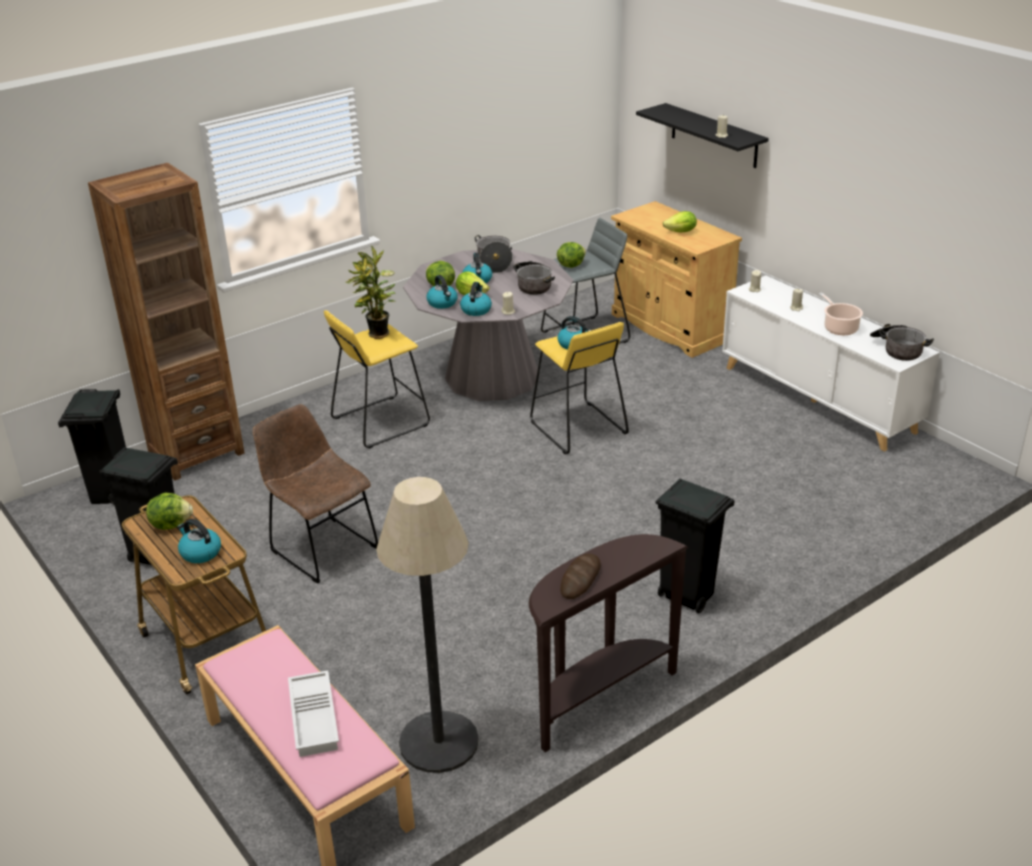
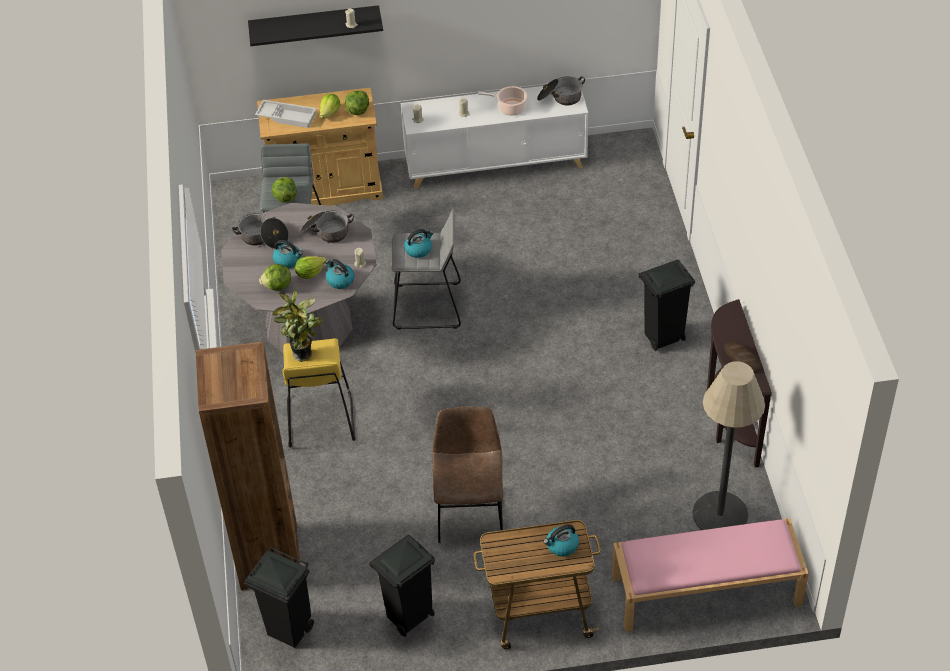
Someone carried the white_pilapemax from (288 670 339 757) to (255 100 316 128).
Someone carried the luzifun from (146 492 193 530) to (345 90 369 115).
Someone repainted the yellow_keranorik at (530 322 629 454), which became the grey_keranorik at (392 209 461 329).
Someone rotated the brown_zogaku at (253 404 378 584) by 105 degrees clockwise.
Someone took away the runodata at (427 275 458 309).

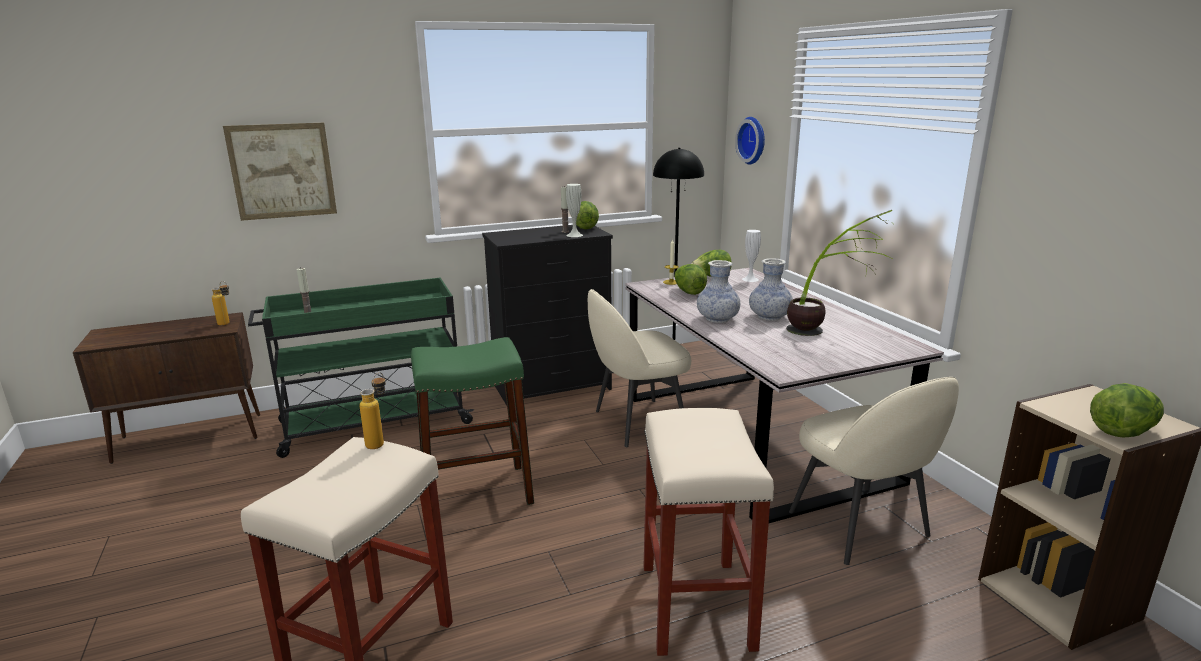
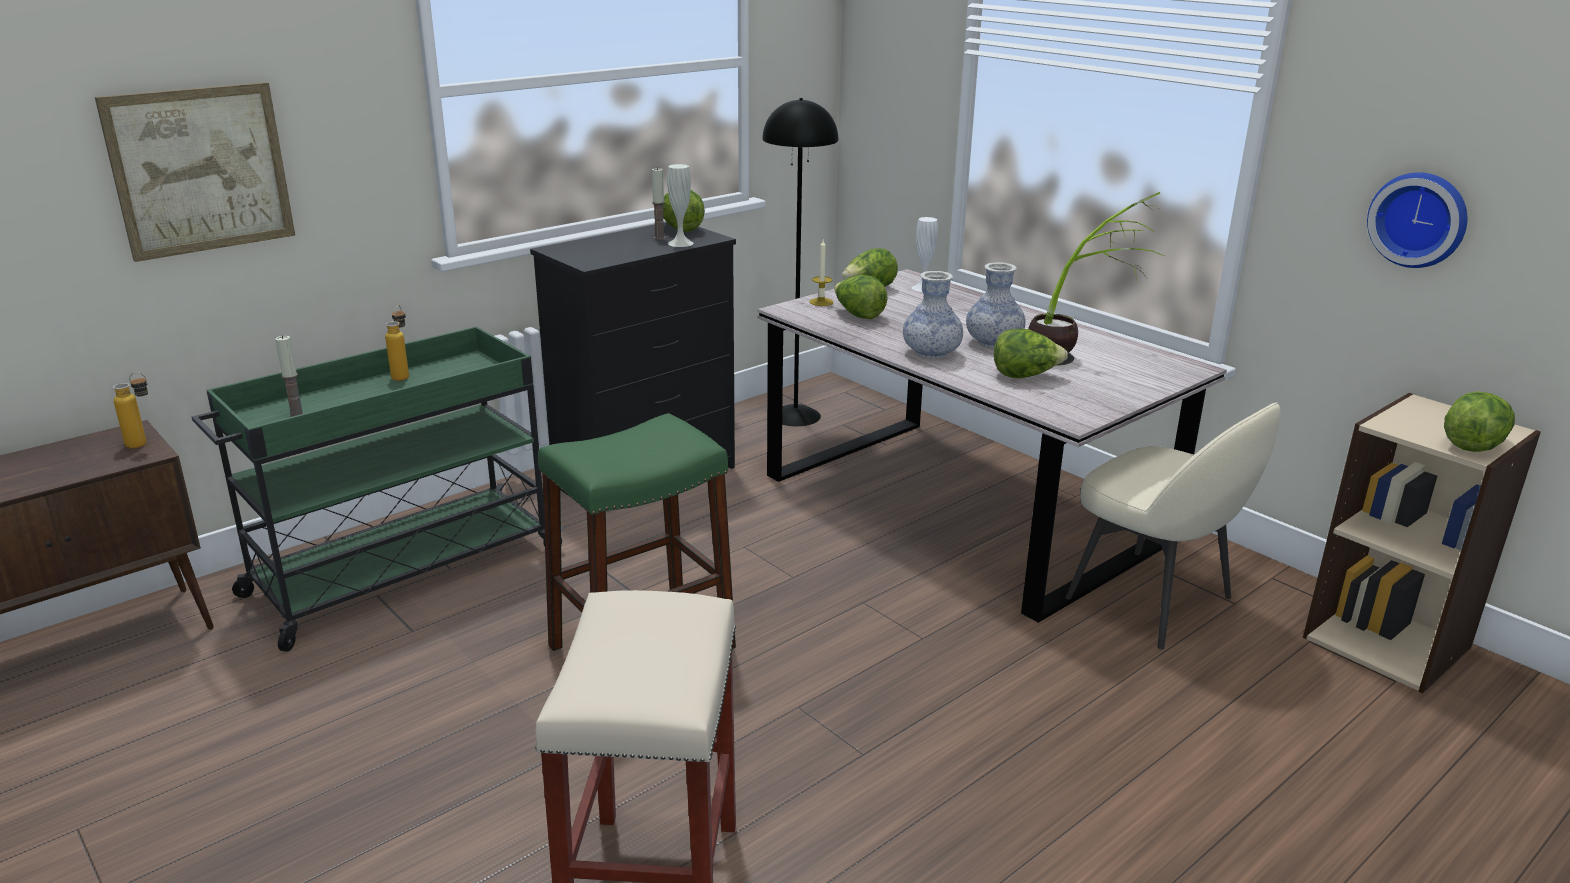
Someone carried the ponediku from (360 372 386 449) to (385 305 409 381).
Someone put down the luzifun at (994 328 1068 379).
Someone carried the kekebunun from (735 117 765 165) to (1367 172 1467 268).
Someone took away the beige_zogaku at (588 289 691 447).
Someone took away the beige_keranorik at (644 408 774 656).

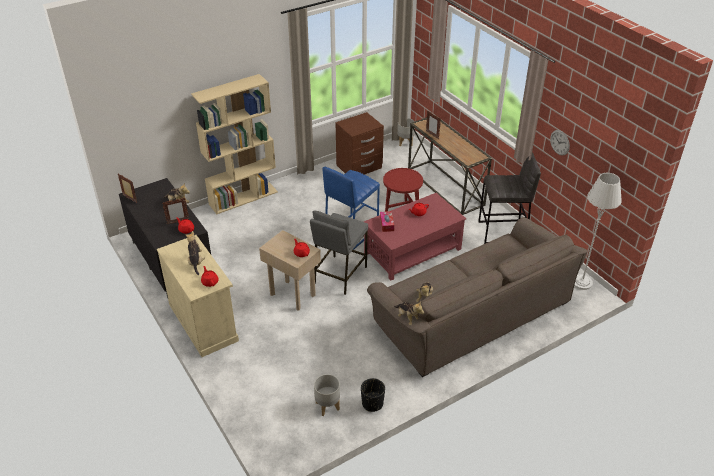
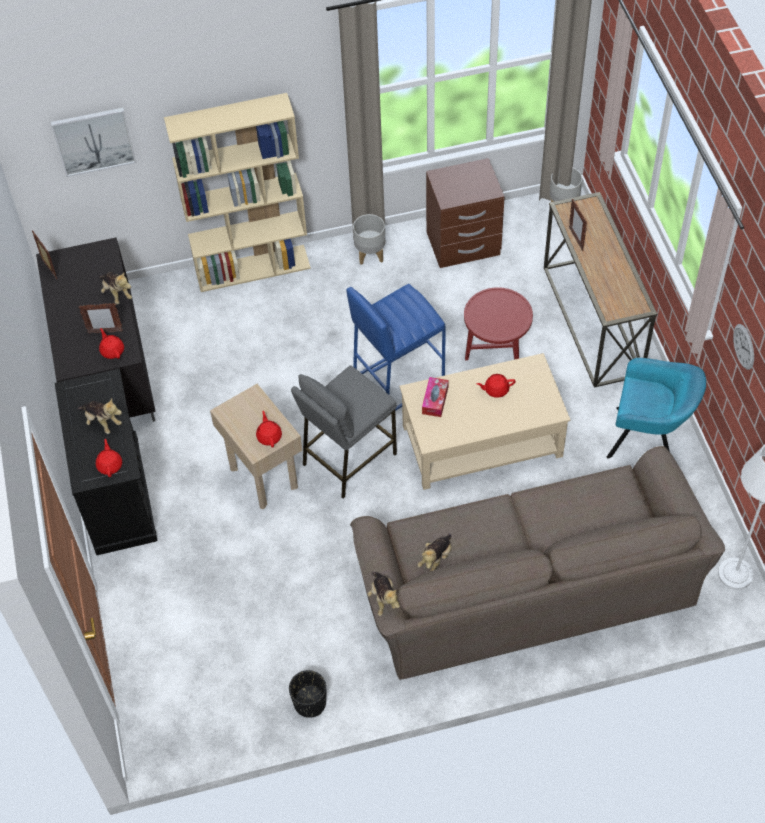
Someone put up the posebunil at (51 108 136 177).
Someone repainted the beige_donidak at (157 235 239 357), which became the black_donidak at (55 369 158 555).
Someone rotated the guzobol at (186 231 205 275) by 120 degrees clockwise.
Someone carried the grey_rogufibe from (314 374 340 416) to (353 214 385 265).
Someone repainted the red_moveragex at (364 193 466 281), which became the beige_moveragex at (400 353 570 490).
Someone swapped the grey_keranorik at (478 152 541 244) for the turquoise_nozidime at (607 358 706 459).

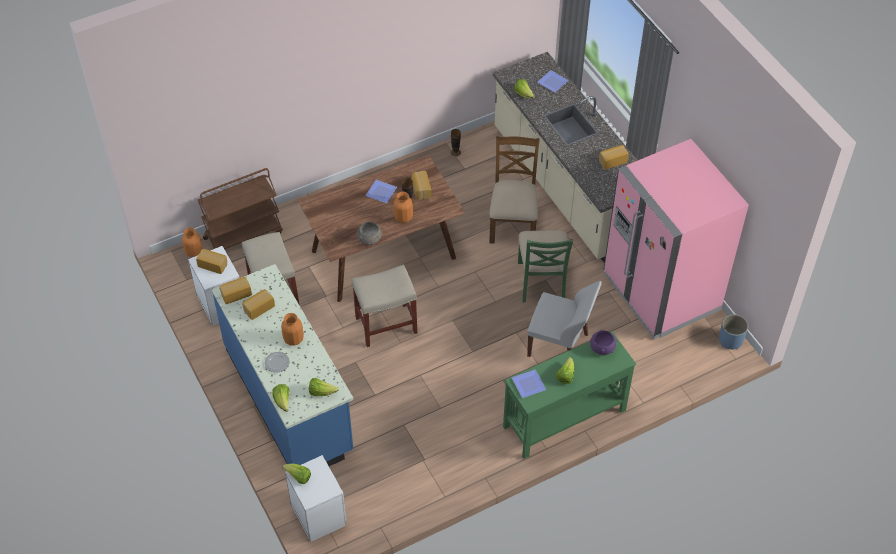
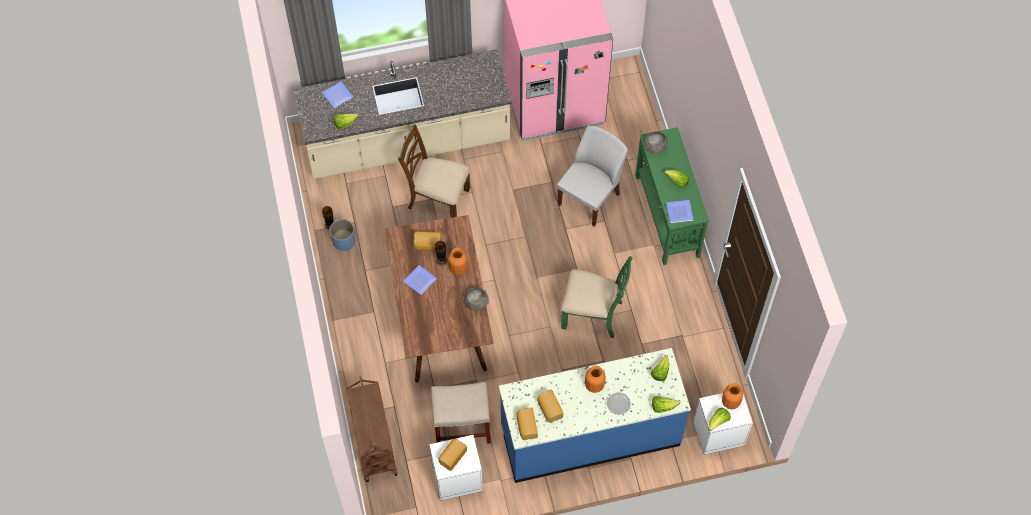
Someone carried the blue_rogufibe from (719 314 748 349) to (330 219 355 251).
Someone carried the green_zogaku from (518 230 573 302) to (561 256 633 338).
Someone repainted the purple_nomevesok at (590 330 617 355), which became the grey_nomevesok at (645 131 668 154).
Someone carried the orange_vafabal from (182 228 202 257) to (722 383 743 409).
Someone took away the beige_keranorik at (351 265 417 347).
Someone took away the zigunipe at (599 145 629 170).

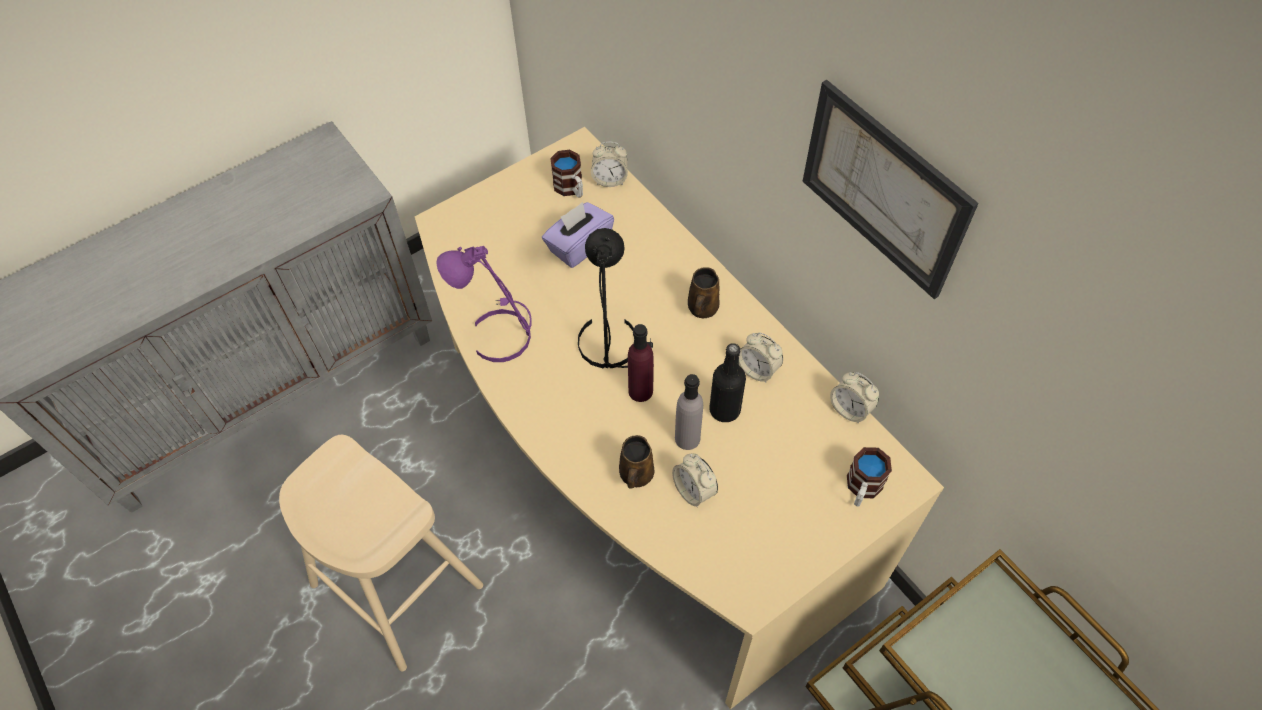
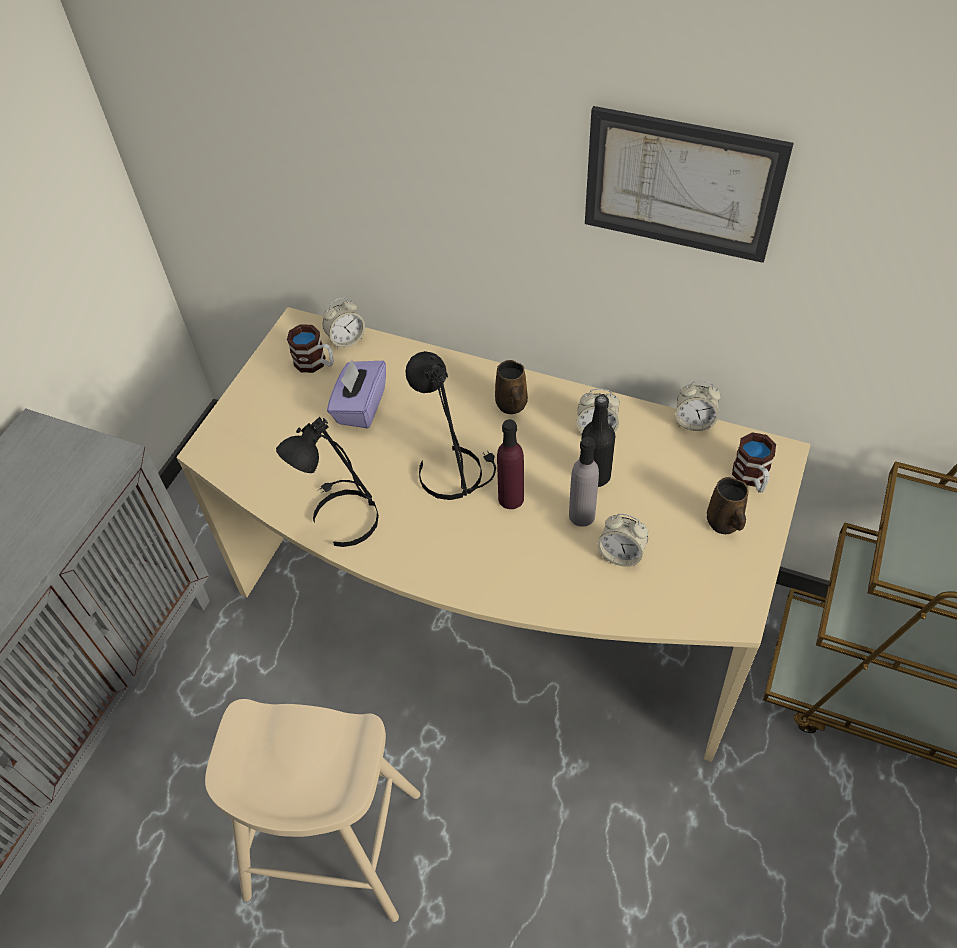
Someone repainted the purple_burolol at (436 246 531 362), which became the black_burolol at (276 417 379 547).
Someone carried the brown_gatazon from (619 435 654 488) to (707 477 749 534).

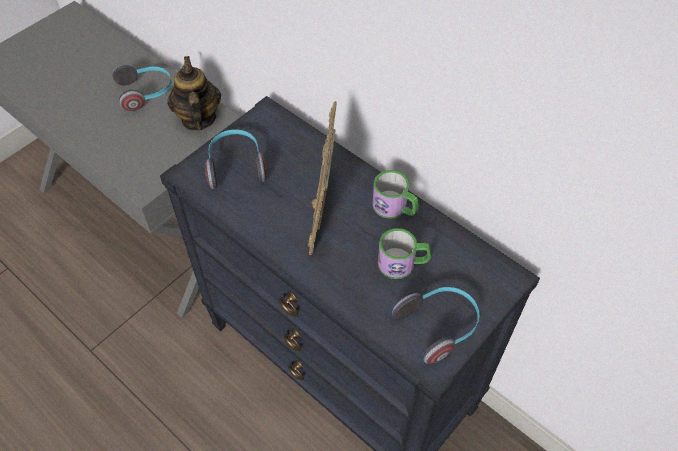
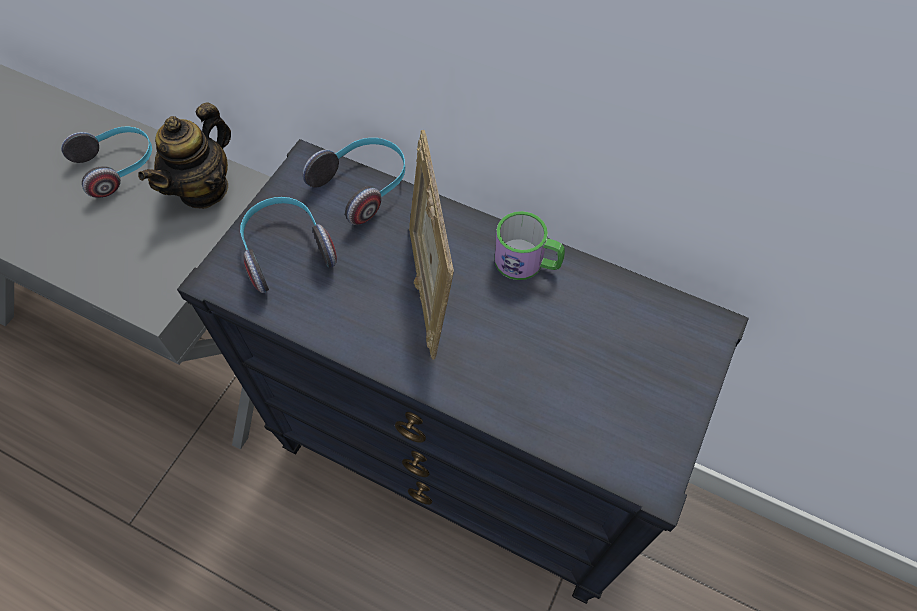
Someone rotated the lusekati at (167 56 221 131) by 120 degrees counterclockwise.
Someone carried the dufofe from (392 287 479 364) to (303 138 405 225).
Someone took away the gatazon at (378 228 431 279).

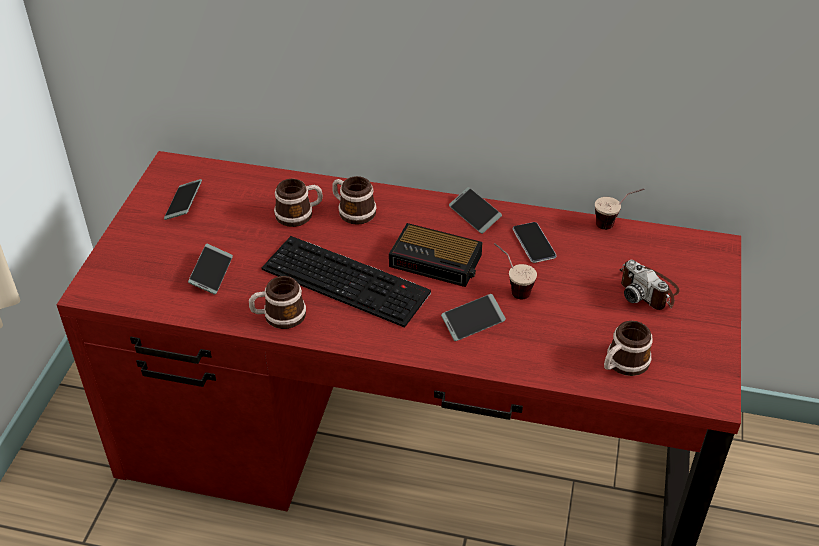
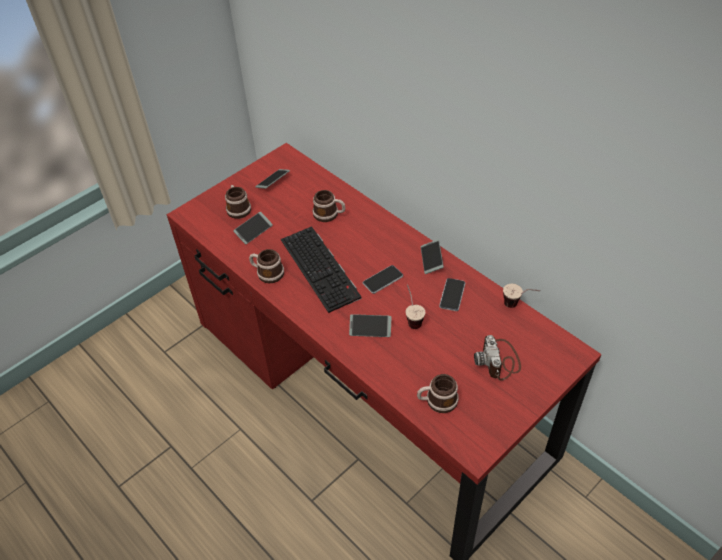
Someone carried the gatazon from (332 176 377 225) to (225 185 251 219).
Someone swapped the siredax at (389 223 483 287) for the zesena at (363 265 403 294).

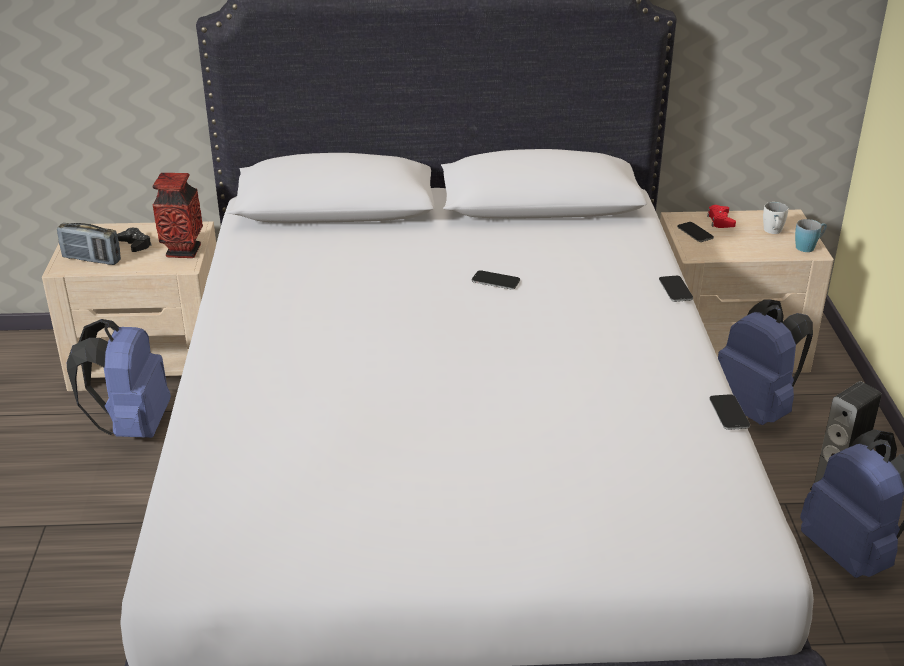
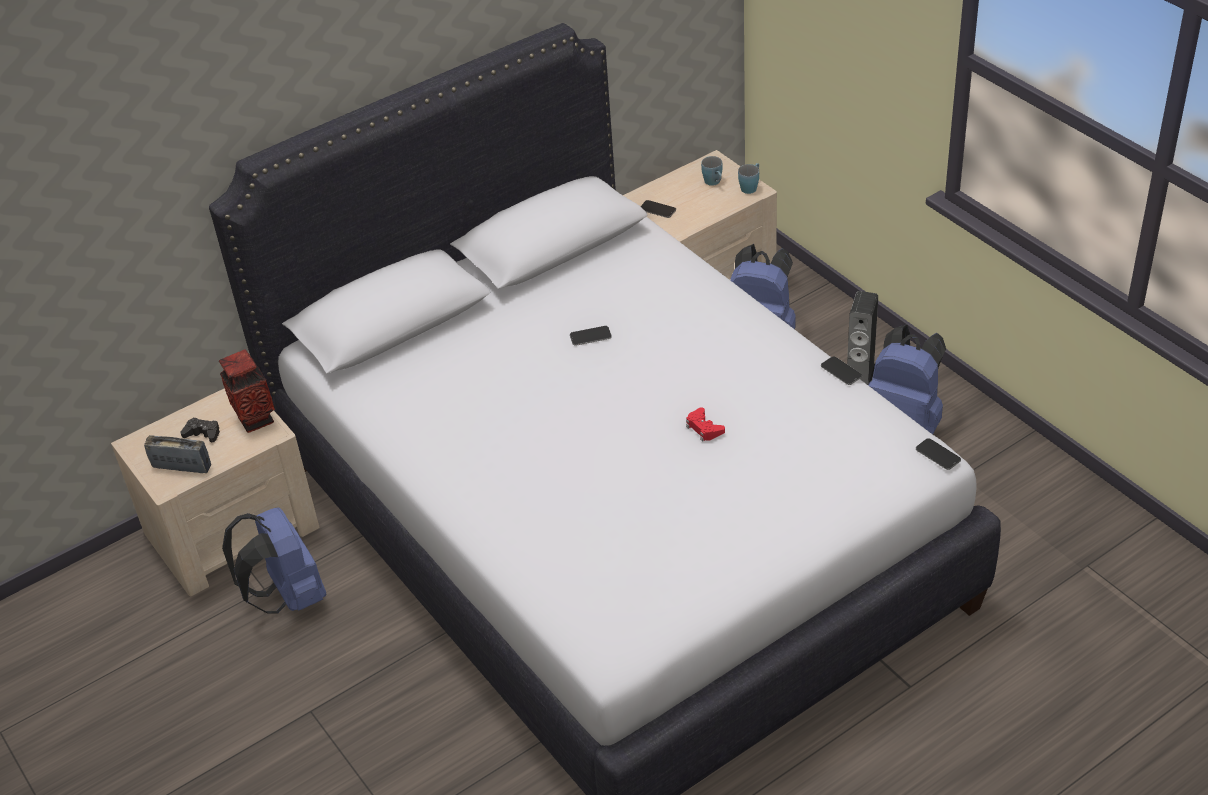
Someone rotated the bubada at (57 223 121 265) by 150 degrees counterclockwise.
Someone carried the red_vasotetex from (707 205 736 228) to (686 407 725 442).
Someone repainted the white_gatazon at (763 202 788 234), which became the blue_gatazon at (701 156 722 186).
Someone carried the zesena from (659 276 693 302) to (916 438 961 470).

